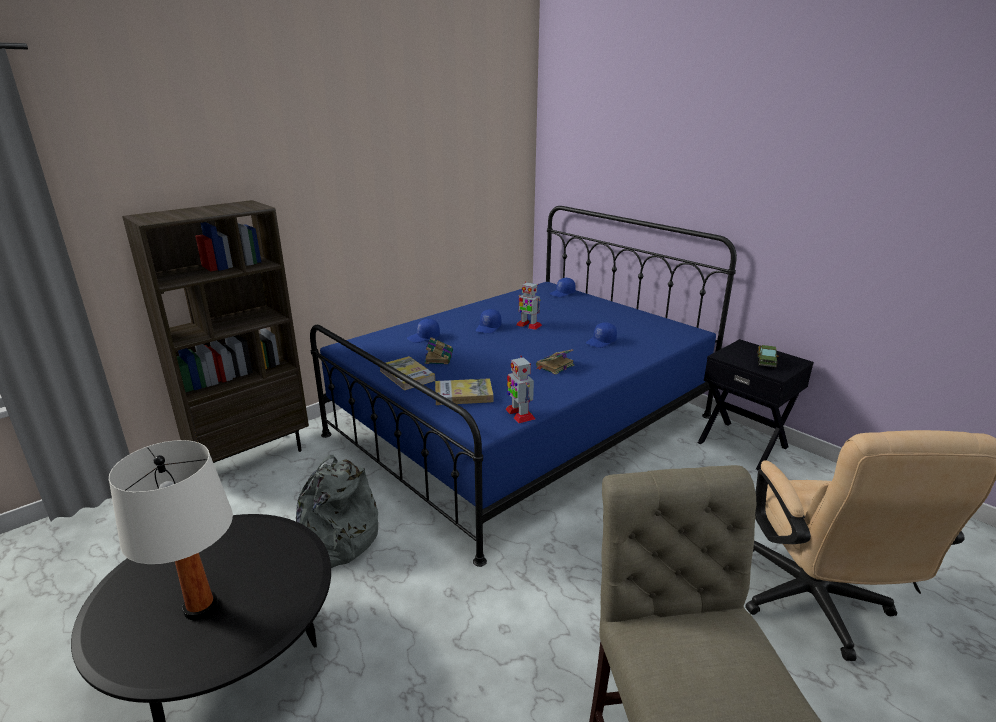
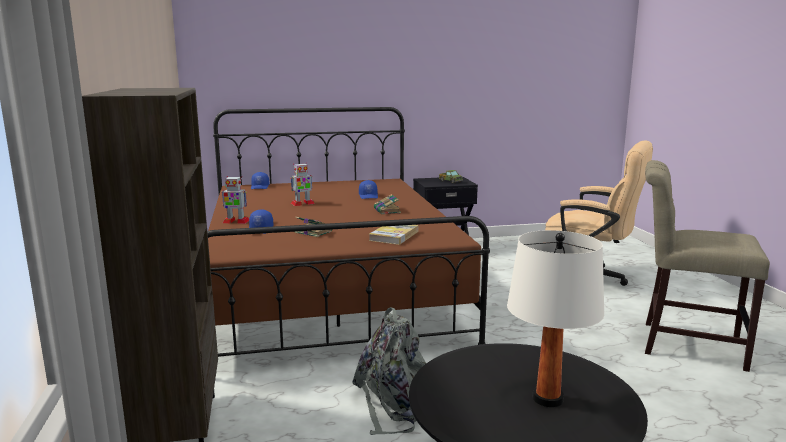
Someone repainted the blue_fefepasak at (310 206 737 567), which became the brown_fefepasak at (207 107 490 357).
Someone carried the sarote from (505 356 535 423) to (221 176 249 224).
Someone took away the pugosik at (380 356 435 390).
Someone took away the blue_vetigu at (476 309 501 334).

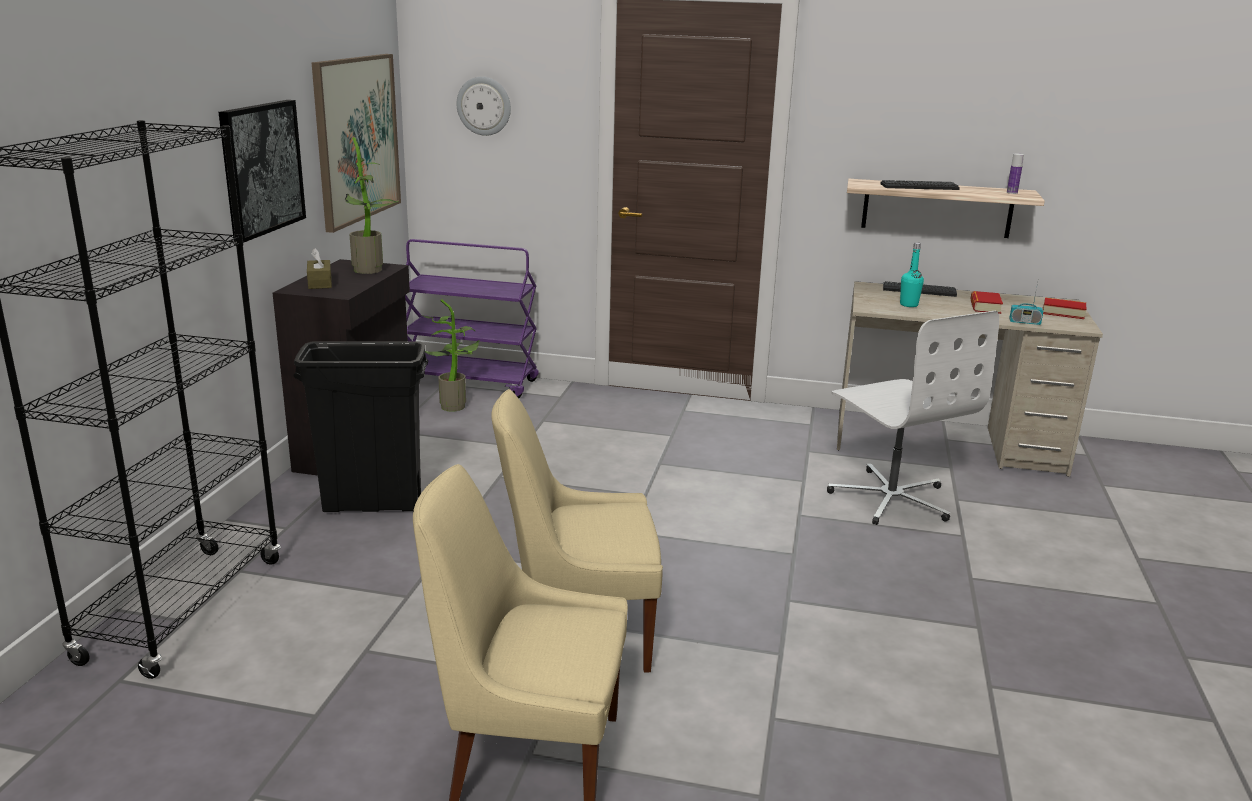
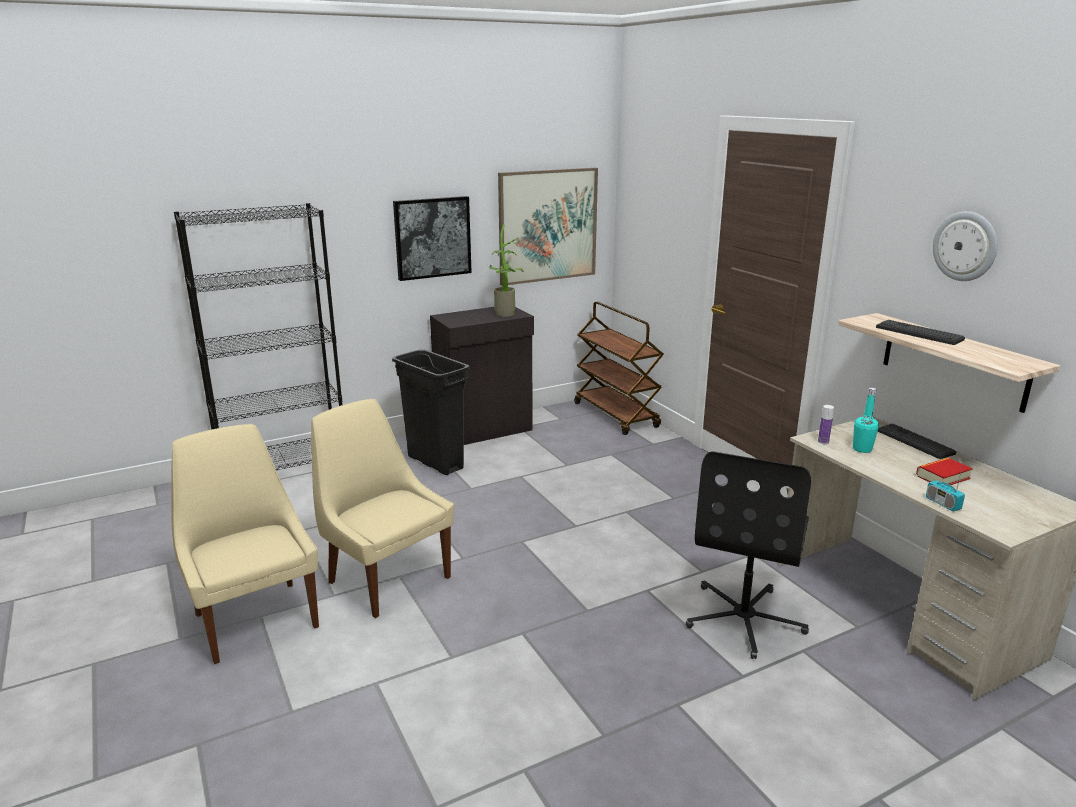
Someone repainted the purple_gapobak at (405 239 539 398), which became the brown_gapobak at (574 301 664 435).
Someone repainted the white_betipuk at (827 311 999 525), which became the black_betipuk at (686 451 811 659).
Someone carried the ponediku from (1007 154 1024 194) to (818 405 834 444).
Someone carried the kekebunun from (457 77 511 136) to (933 211 998 281).
Someone took away the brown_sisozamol at (307 248 332 289).
Someone took away the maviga at (421 299 480 412).
Someone took away the pugosik at (1043 297 1086 319).

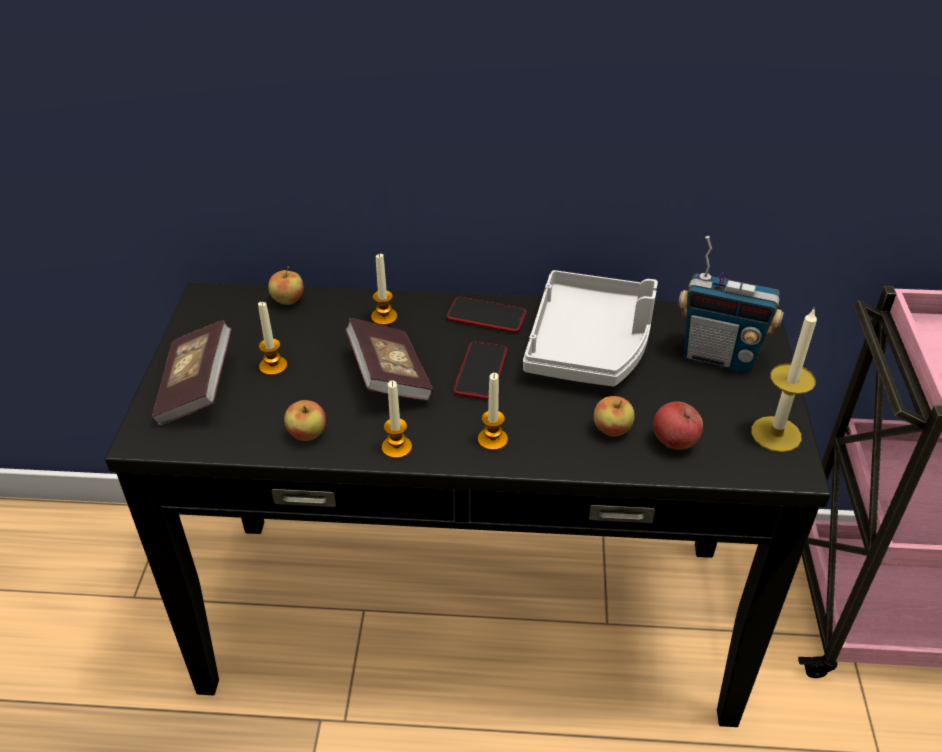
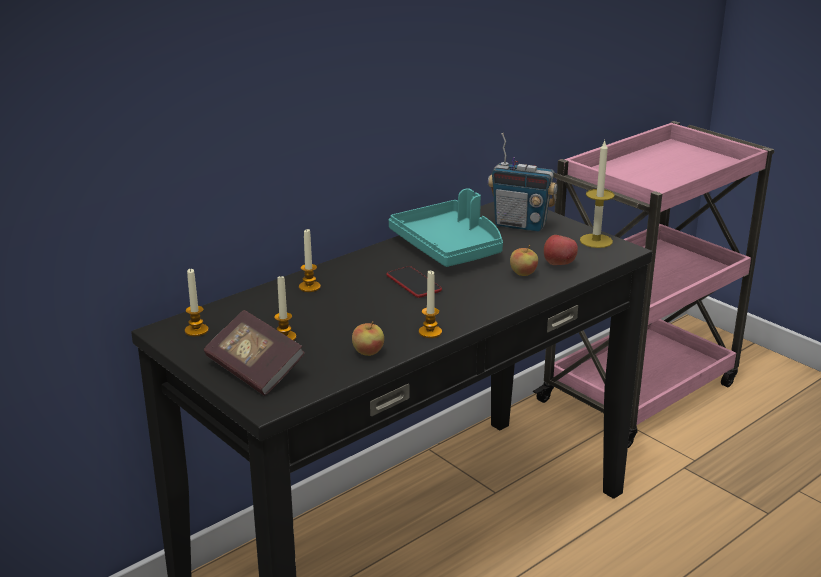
Someone carried the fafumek from (478 373 508 451) to (185 268 208 336).
Someone repainted the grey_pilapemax at (523 270 658 386), which became the turquoise_pilapemax at (389 188 503 267).
Someone rotated the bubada at (678 236 784 373) by 45 degrees clockwise.
Someone took away the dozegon at (268 266 304 305).
Someone took away the pugosik at (345 318 434 401).
Someone took away the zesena at (447 297 527 332).

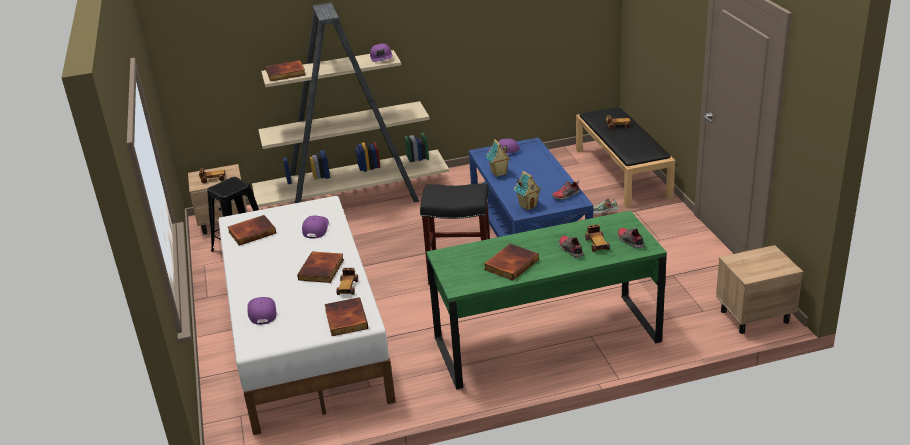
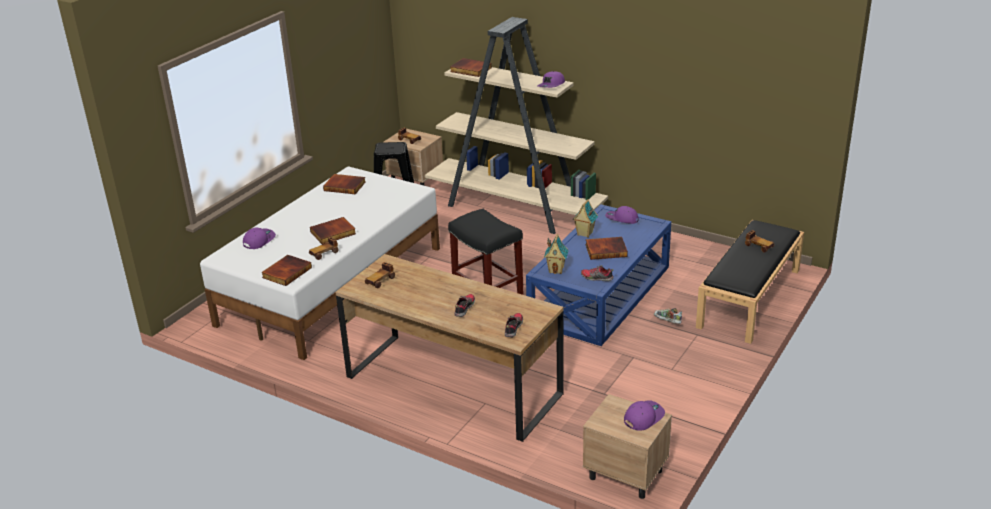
Someone repainted the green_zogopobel at (426 210 667 390), which became the brown_zogopobel at (336 254 564 442).
Someone carried the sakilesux from (585 224 610 252) to (365 262 395 288).
Someone carried the pugosik from (484 243 539 281) to (586 237 628 260).
Someone carried the purple_vetigu from (302 216 329 238) to (624 400 665 431).

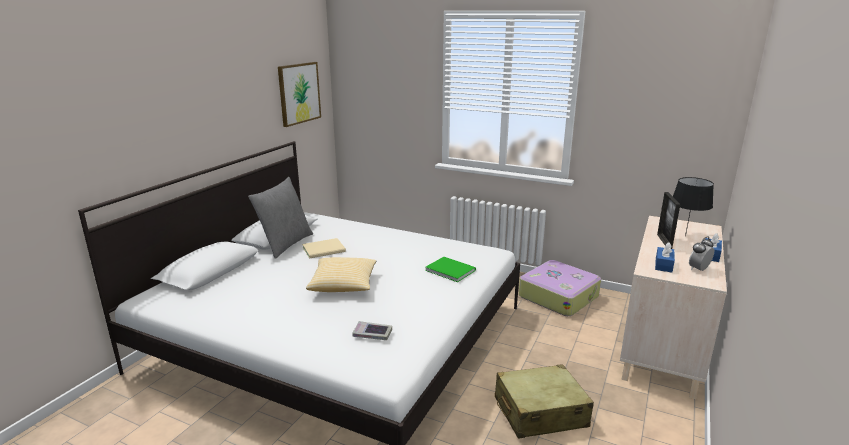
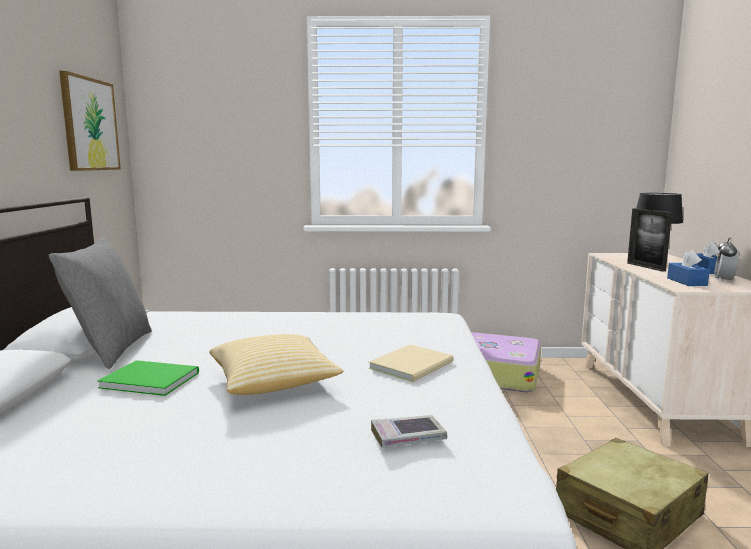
Someone carried the green_pugosik from (425 257 476 282) to (97 360 199 396).
Someone carried the beige_pugosik from (302 238 346 259) to (369 344 454 382).

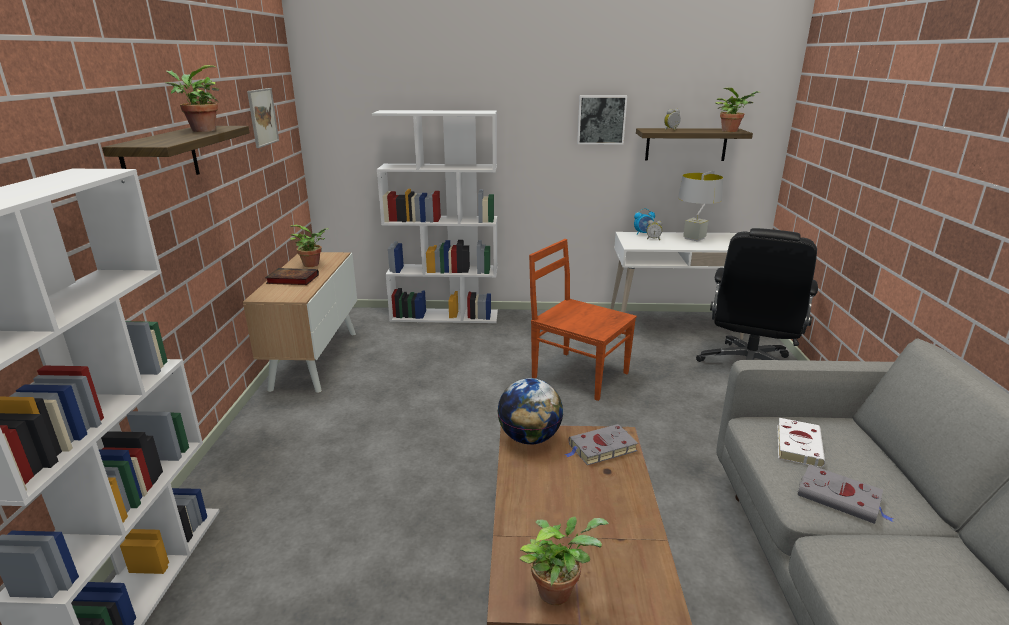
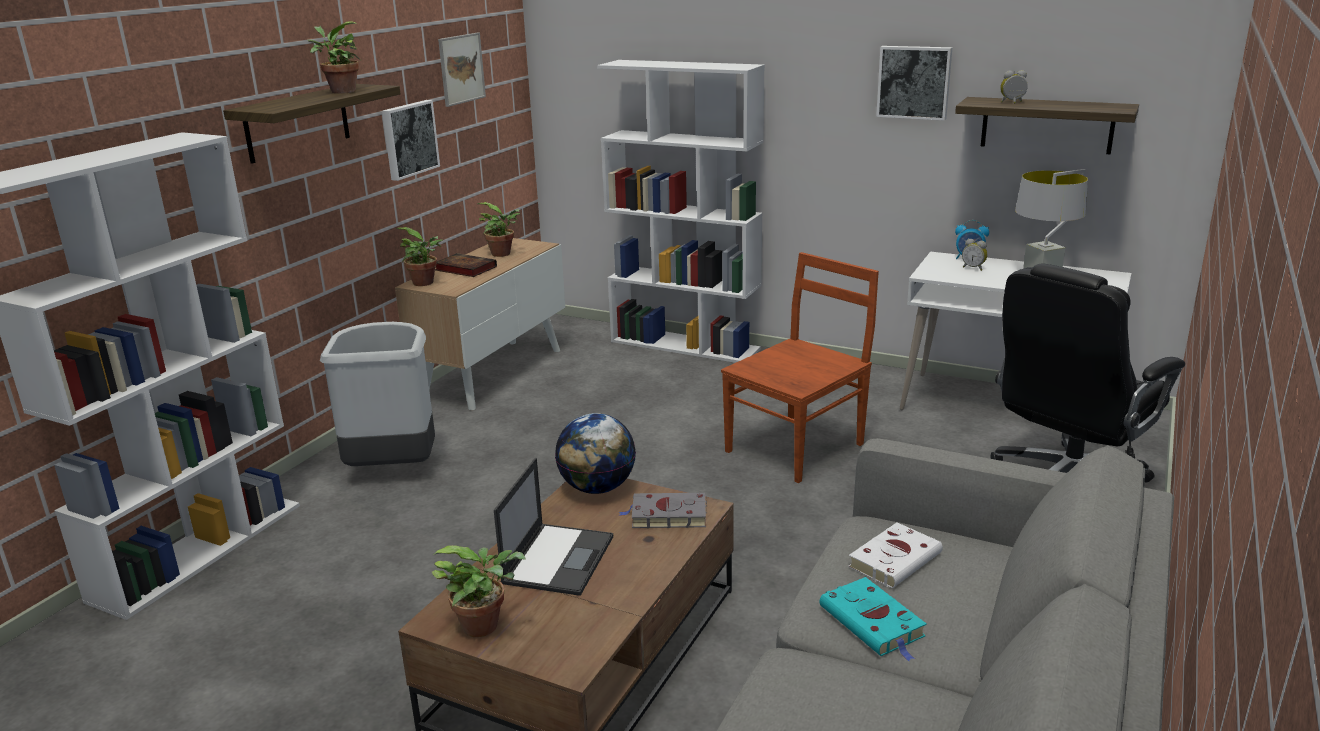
Someone put down the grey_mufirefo at (320 322 435 466).
Someone put up the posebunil at (382 100 440 181).
Someone carried the maviga from (715 88 761 132) to (396 227 443 286).
Someone put down the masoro at (494 458 613 596).
Someone rotated the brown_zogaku at (529 239 637 401) by 75 degrees clockwise.
Someone repainted the grey_pugosik at (798 465 894 524), which became the turquoise_pugosik at (820 577 927 661).

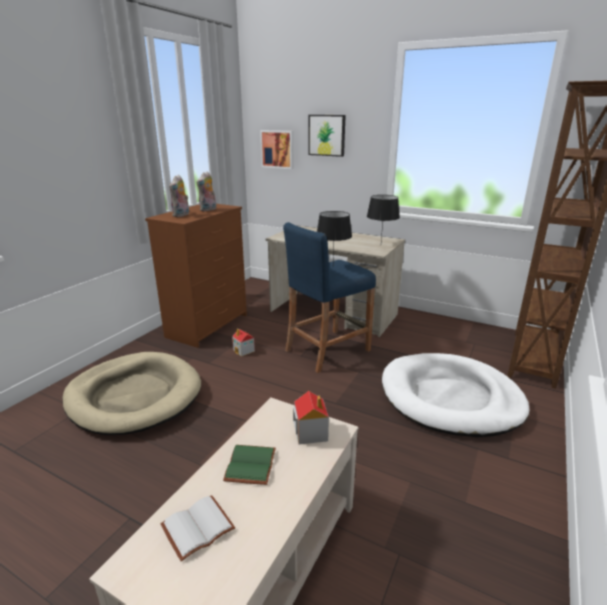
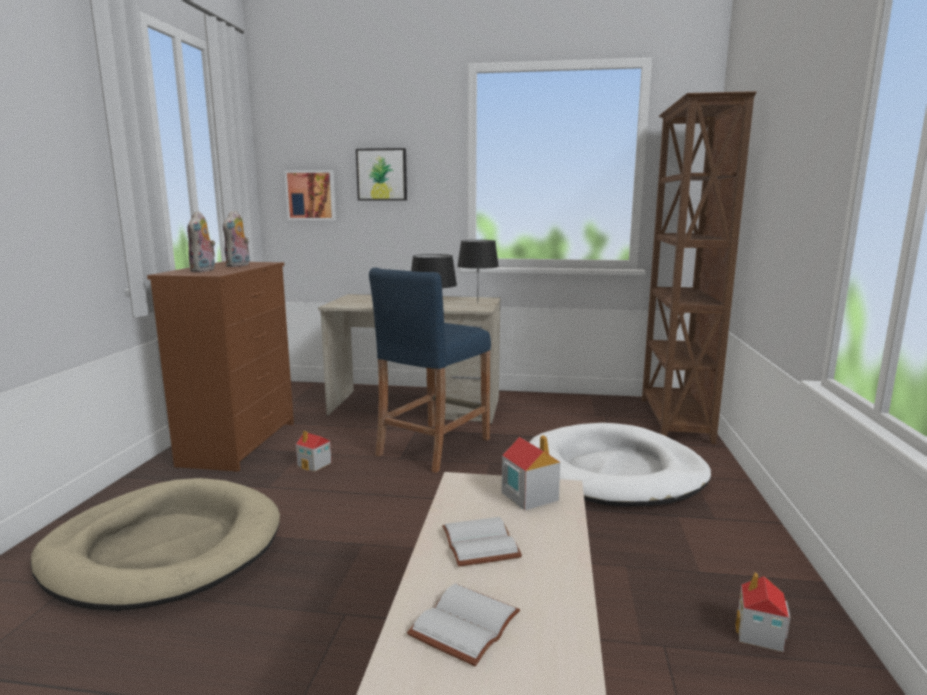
Someone repainted the green_pugosik at (223 445 276 485), which became the white_pugosik at (442 517 522 567).
Someone put down the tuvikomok at (736 573 790 652).

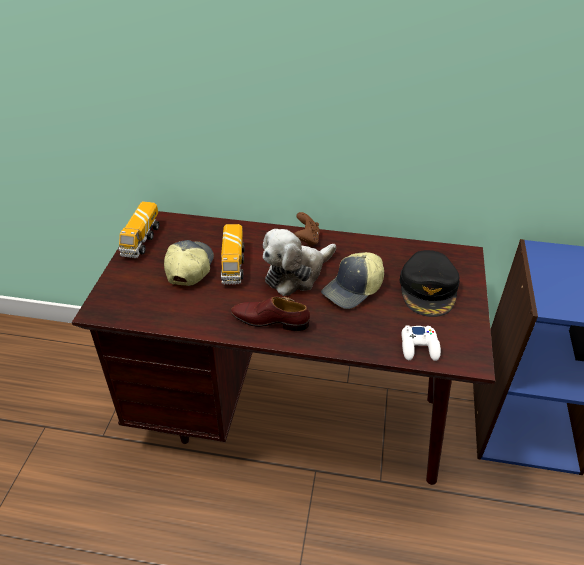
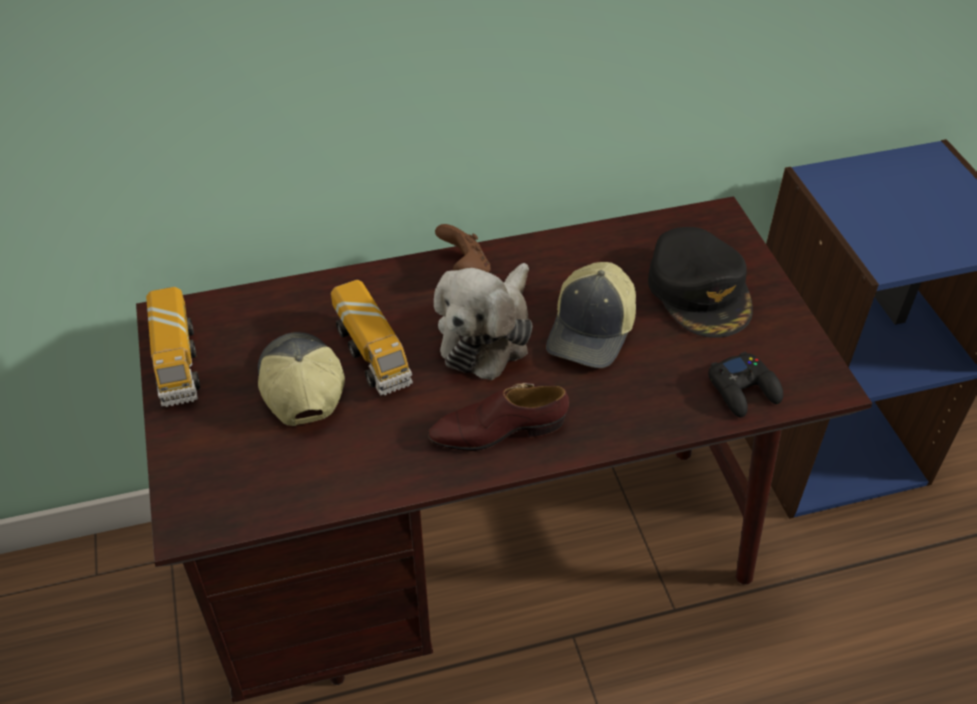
Someone repainted the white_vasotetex at (402 326 441 361), which became the black_vasotetex at (708 352 783 418).

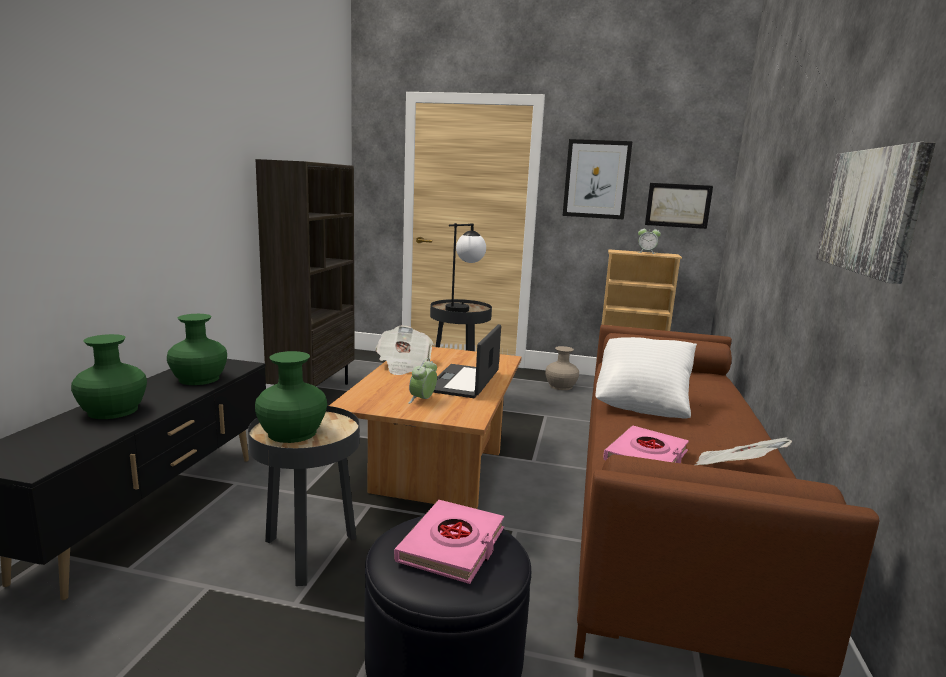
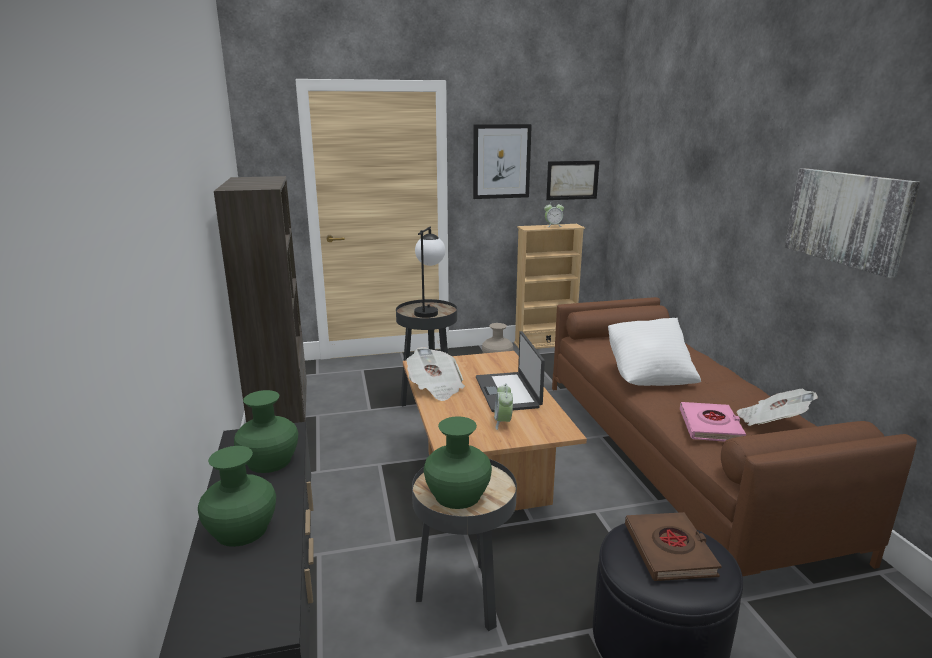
Someone repainted the pink_pugosik at (394 500 504 584), which became the brown_pugosik at (625 512 722 581).

